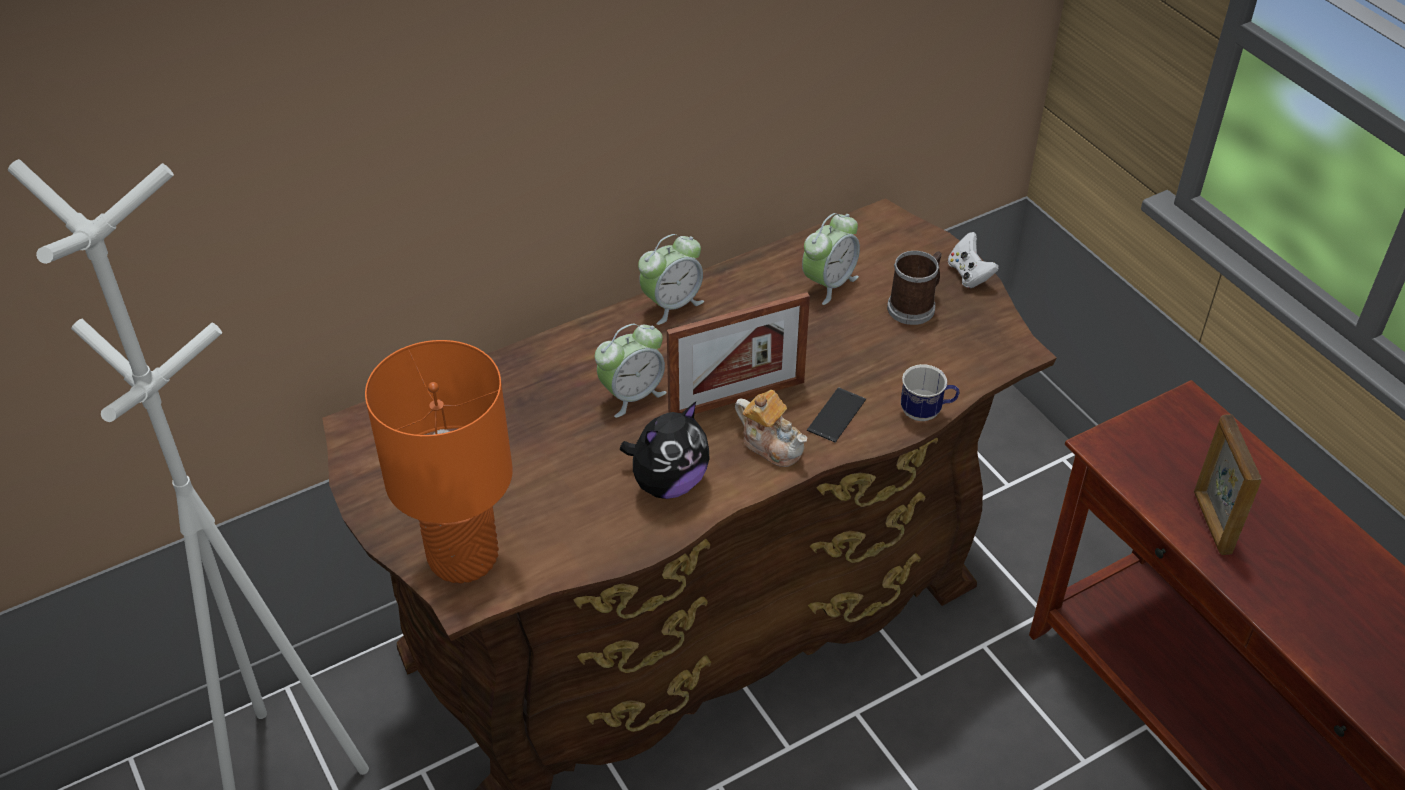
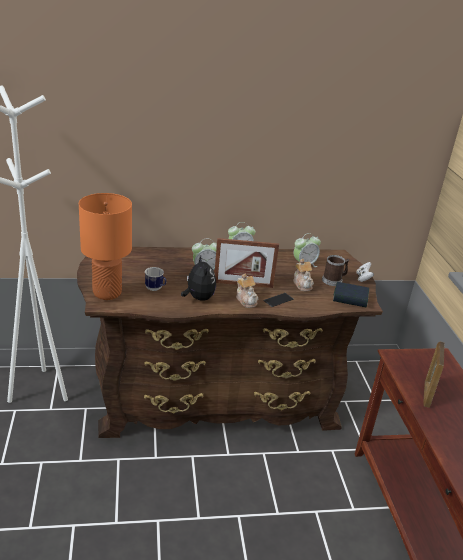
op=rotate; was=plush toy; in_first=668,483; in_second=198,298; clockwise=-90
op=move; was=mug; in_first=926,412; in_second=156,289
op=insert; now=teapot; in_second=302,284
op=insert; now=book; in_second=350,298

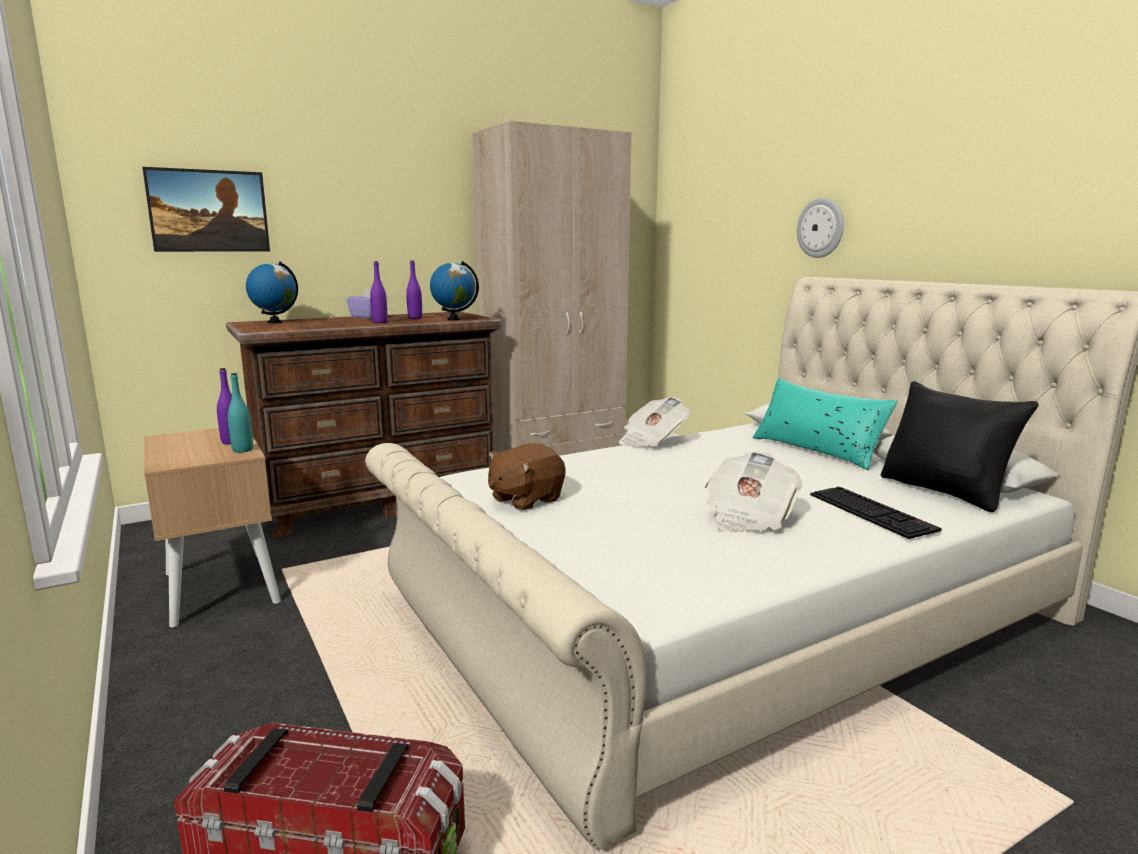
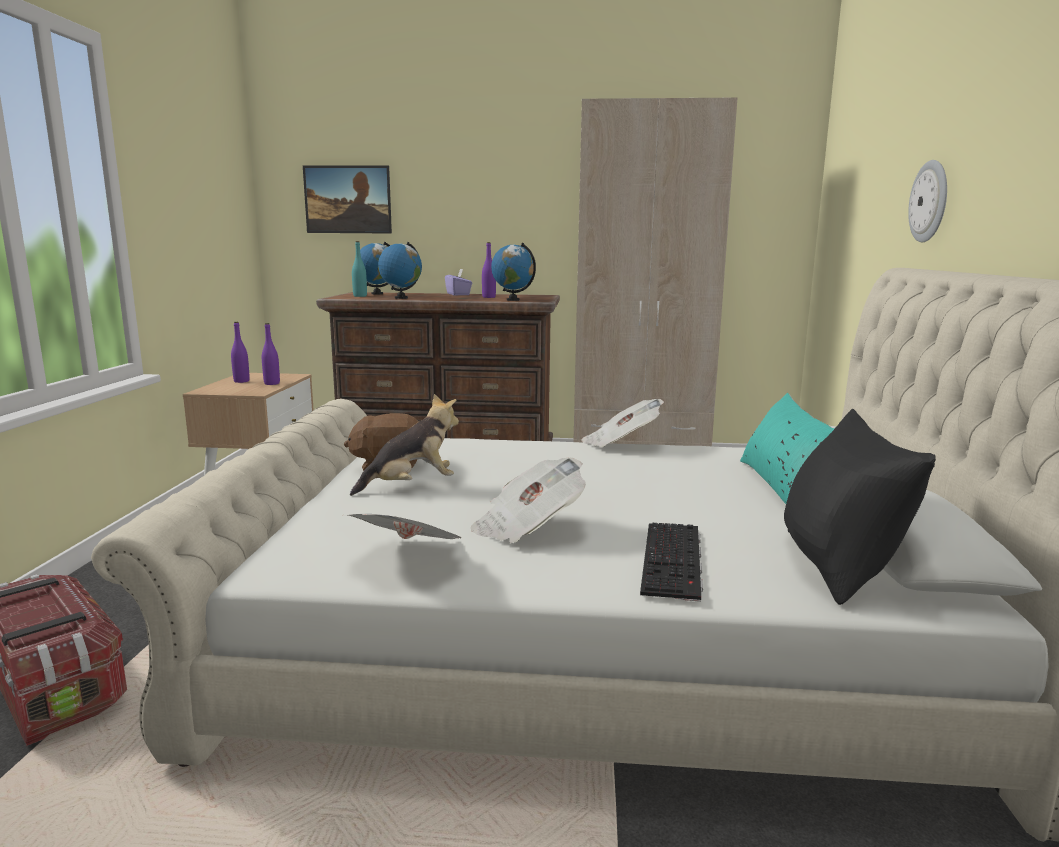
op=move; was=bottle/turquoise; in_first=242,450; in_second=360,296
op=move; was=bottle/purple; in_first=379,322; in_second=241,381
op=insert; now=newspaper; in_second=410,558
op=insert; now=plush toy; in_second=411,486
op=insert; now=globe; in_second=401,298

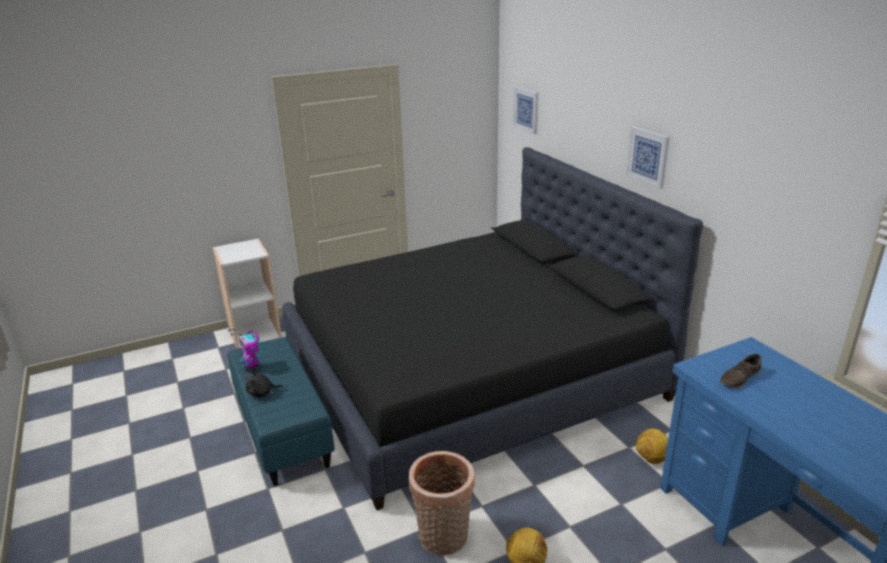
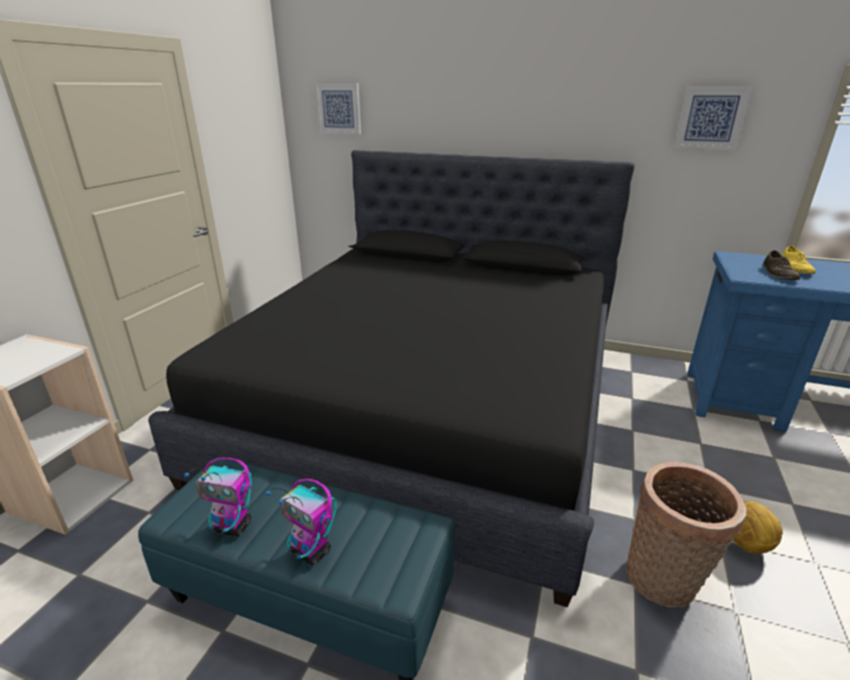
op=replace; was=plush toy/black; now=toy robot; in_first=262,393; in_second=311,552
op=move; was=picture; in_first=648,156; in_second=710,118
op=delete; was=football; in_first=651,459
op=insert; now=shoe/yellow; in_second=795,268

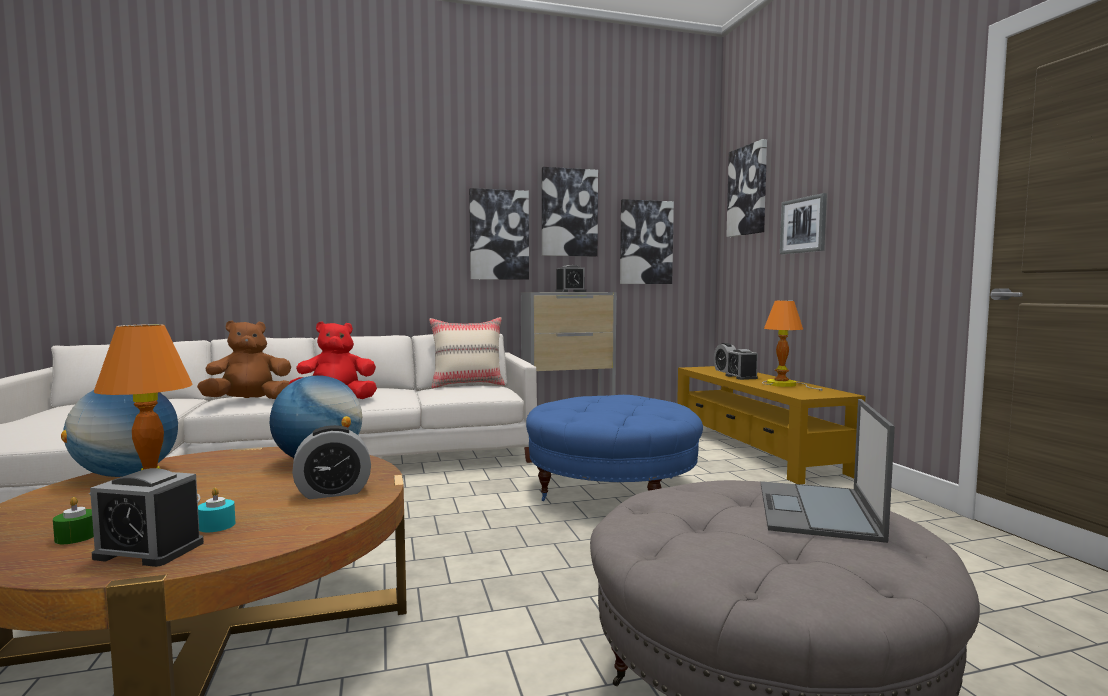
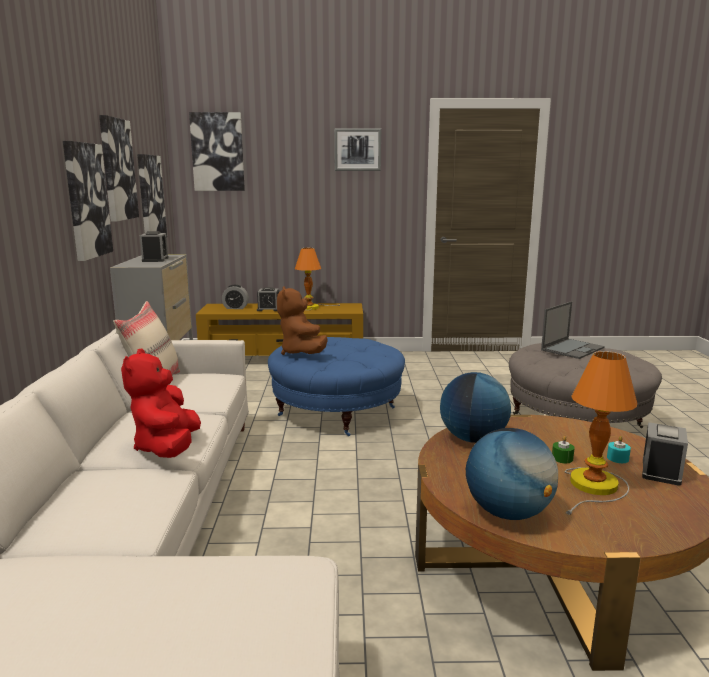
op=move; was=candle/green; in_first=76,537; in_second=562,458
op=move; was=plush toy/brown; in_first=249,401; in_second=302,353
op=delete; was=alarm clock; in_first=333,492
op=rotate; was=laptop; in_first=817,511; in_second=572,349; clockwise=-75
op=move; was=picture; in_first=803,225; in_second=357,150

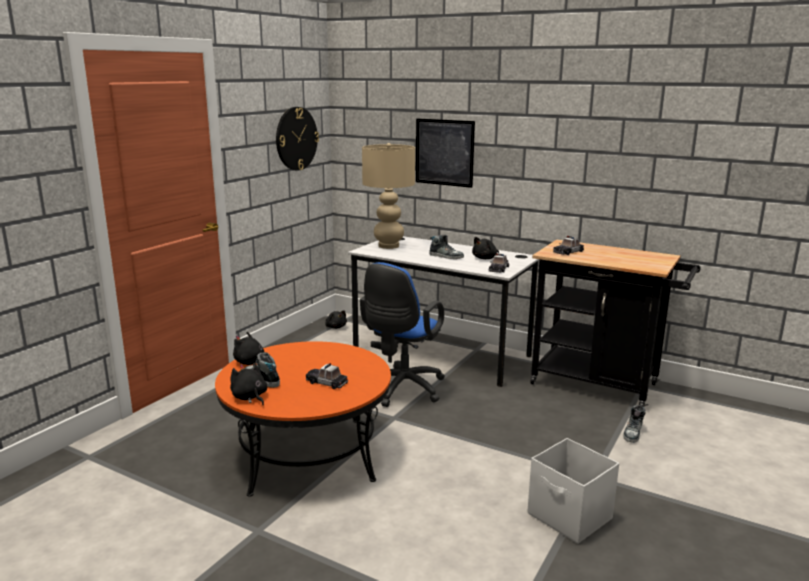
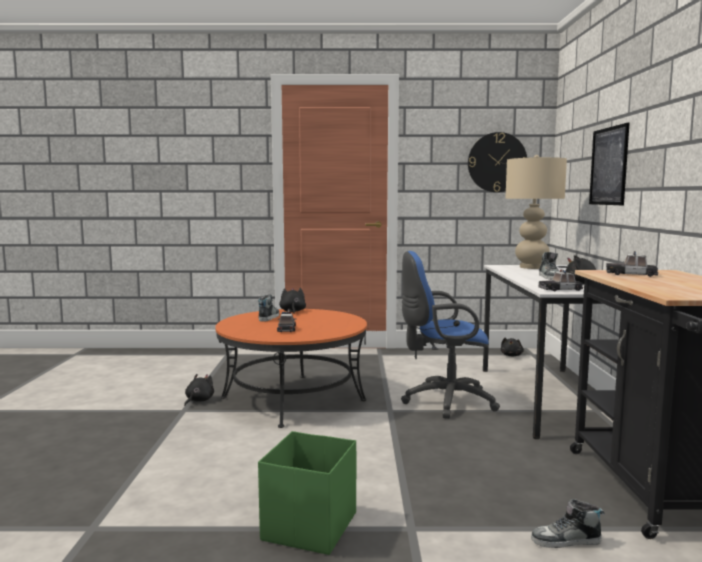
op=move; was=plush toy/black; in_first=250,397; in_second=198,400
op=recolor; was=storage box/white; now=storage box/green; in_first=570,517; in_second=308,527

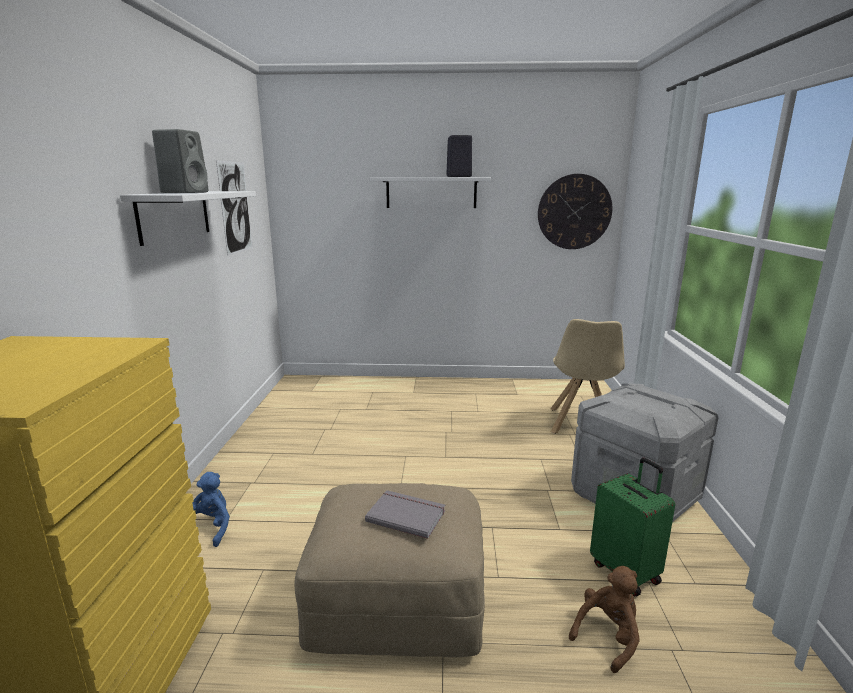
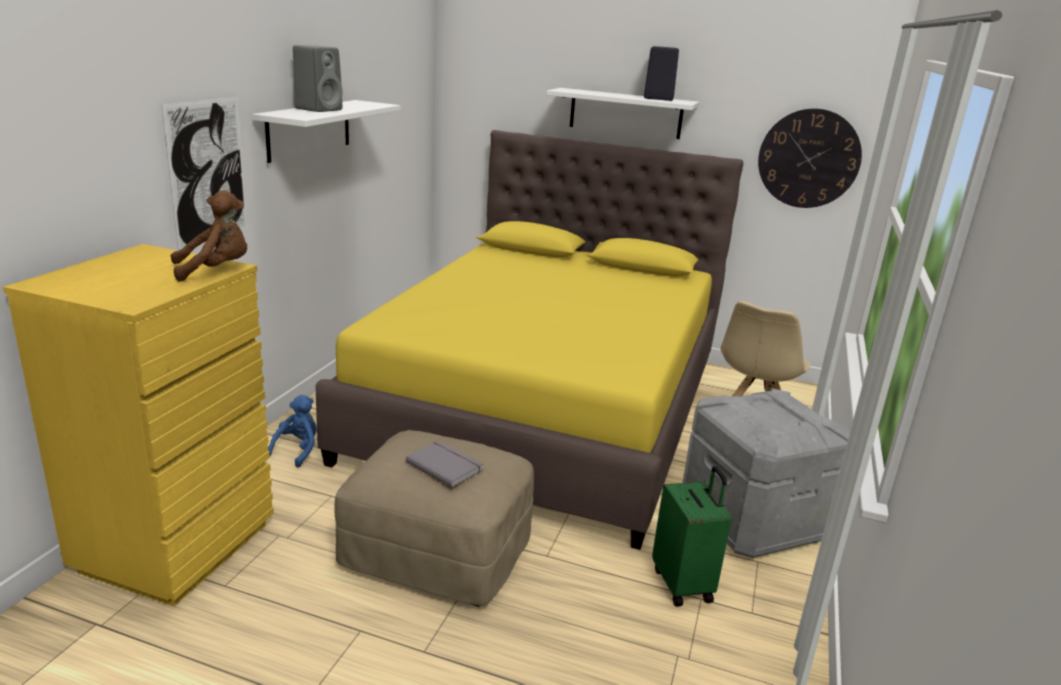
op=move; was=picture; in_first=235,207; in_second=208,172
op=move; was=plush toy/brown; in_first=608,636; in_second=215,270
op=insert; now=bed/yellow; in_second=544,408

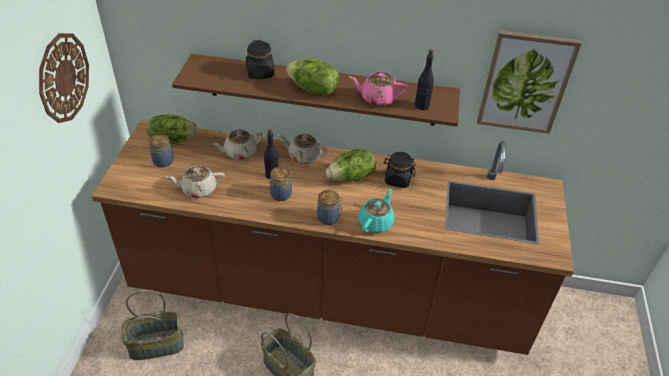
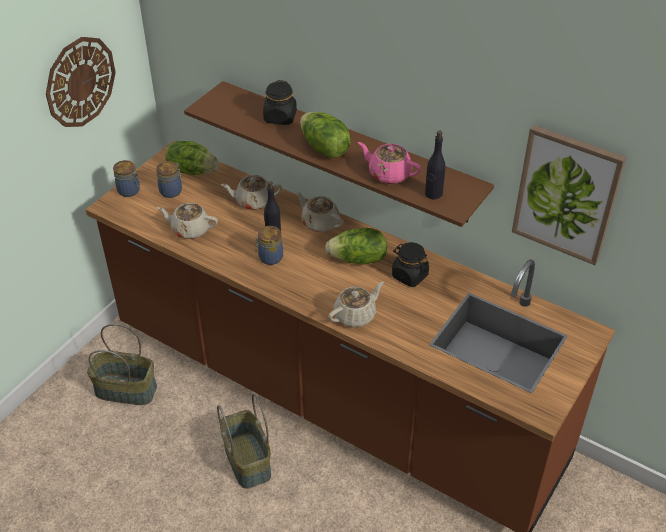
op=move; was=jar; in_first=329,218; in_second=129,191
op=recolor; was=teapot/turquoise; now=teapot/beige; in_first=376,222; in_second=355,315

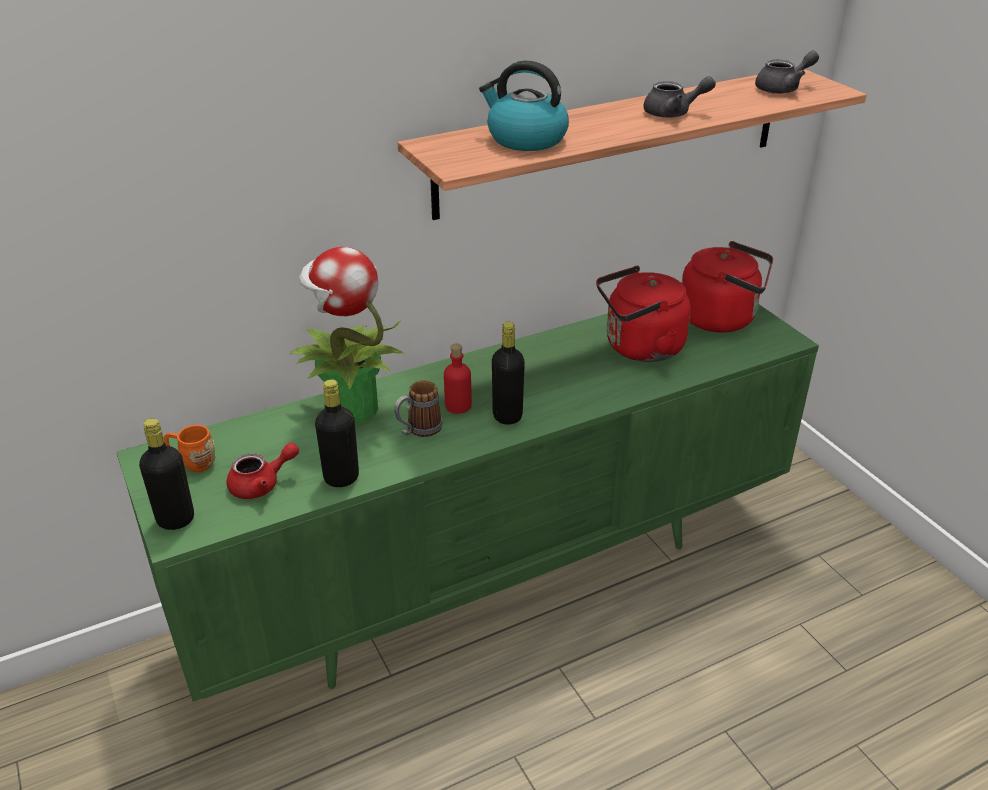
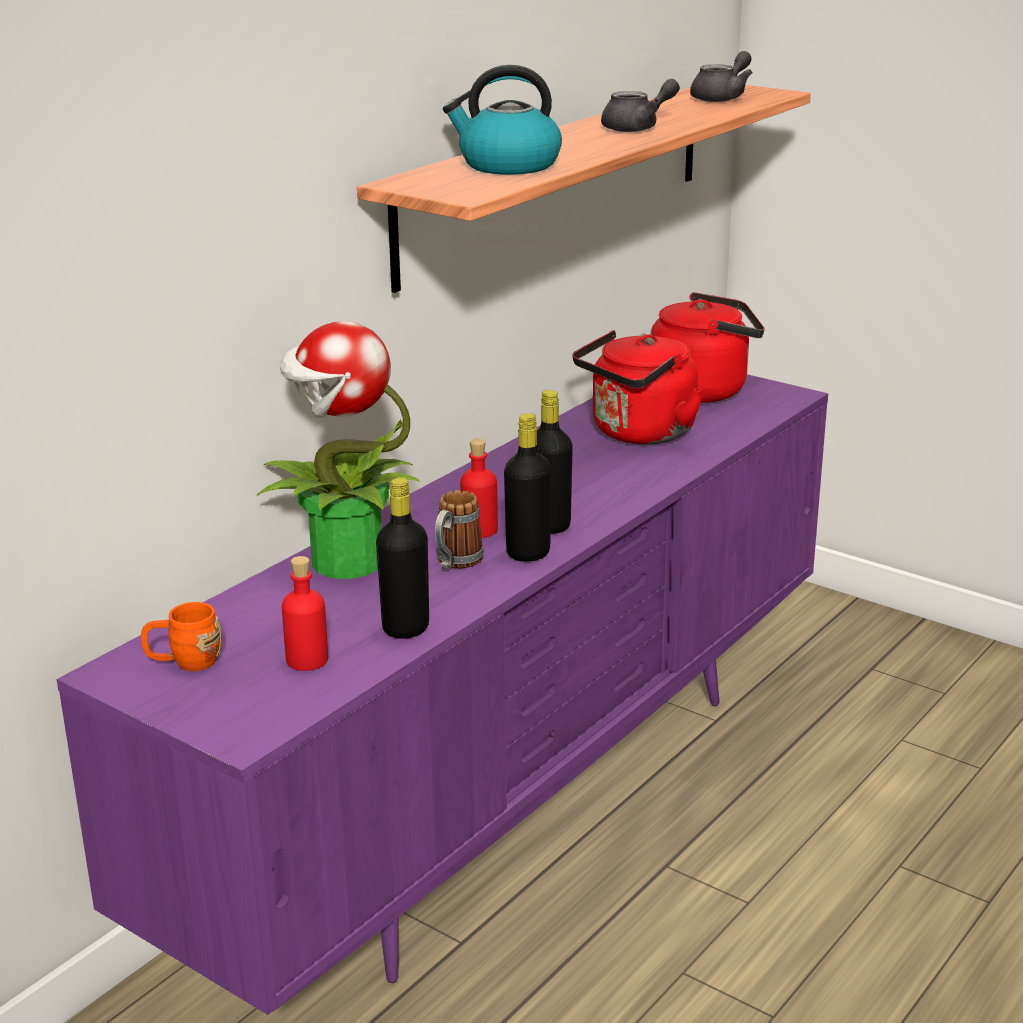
op=recolor; was=cabinet/green; now=cabinet/purple; in_first=495,575; in_second=514,796
op=move; was=bottle/black; in_first=175,519; in_second=528,553
op=replace; was=teapot/red; now=bottle/red; in_first=262,485; in_second=307,660

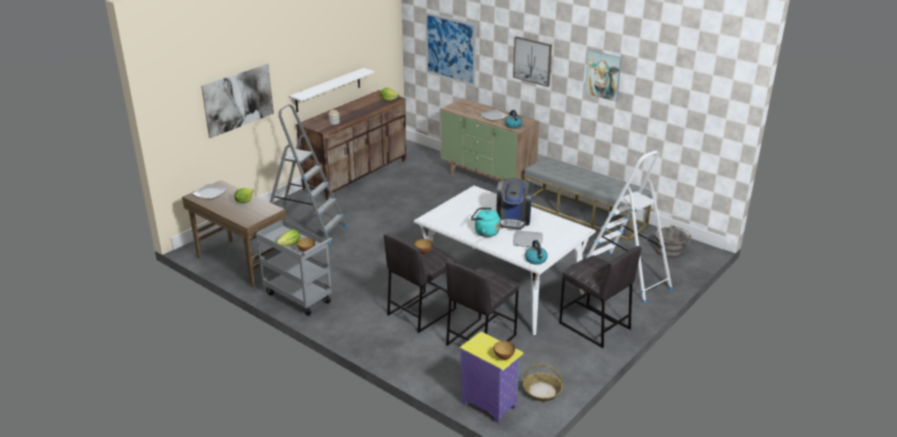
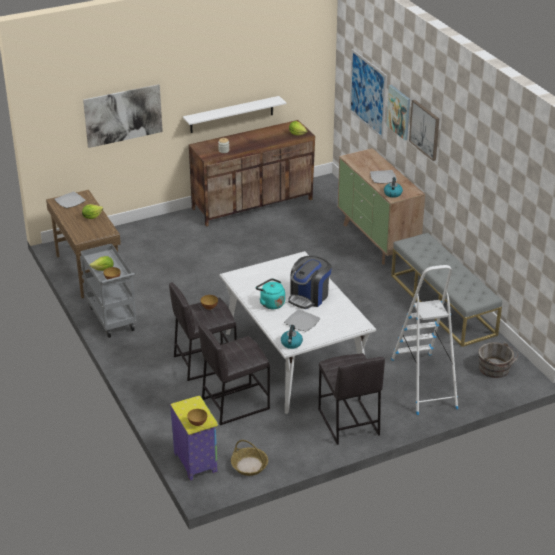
op=delete; was=step ladder/grey; in_first=305,227
op=move; was=picture; in_first=603,75; in_second=399,112

